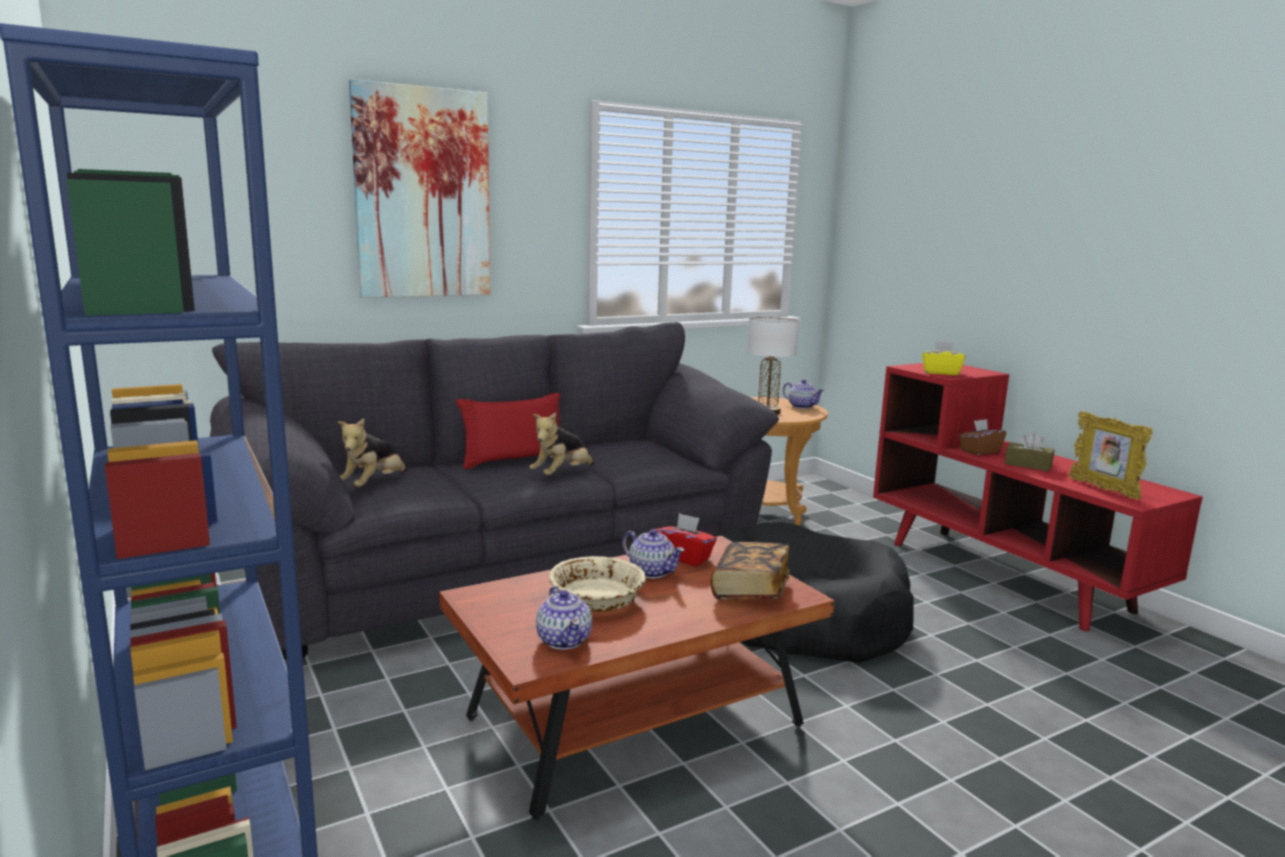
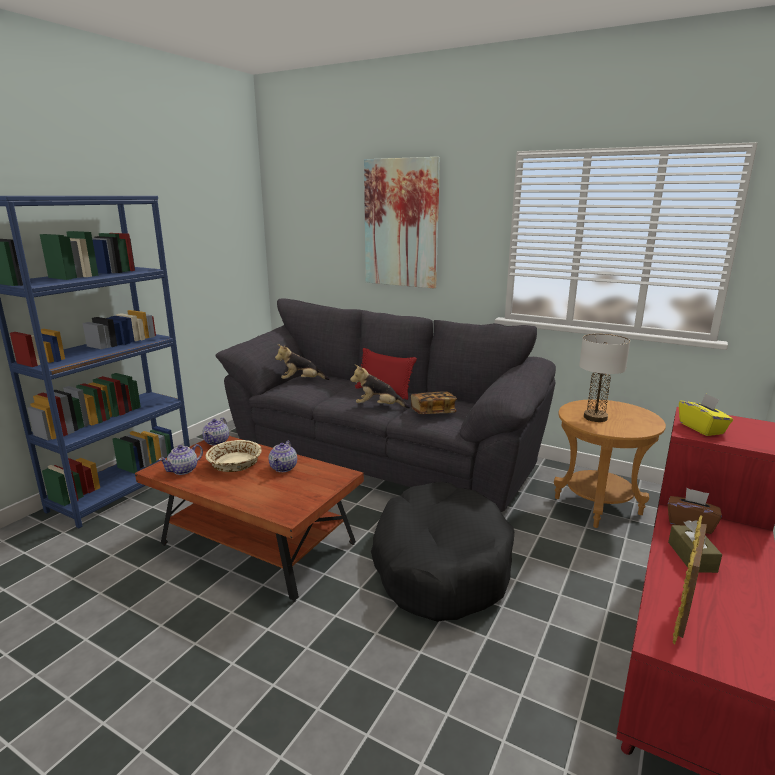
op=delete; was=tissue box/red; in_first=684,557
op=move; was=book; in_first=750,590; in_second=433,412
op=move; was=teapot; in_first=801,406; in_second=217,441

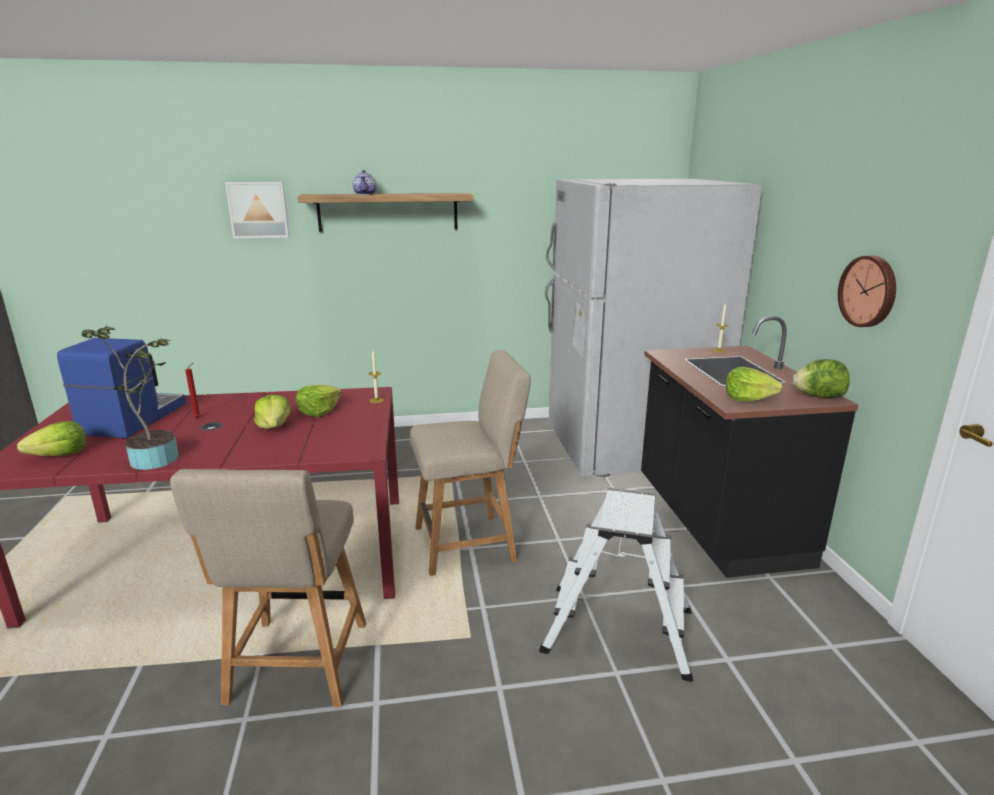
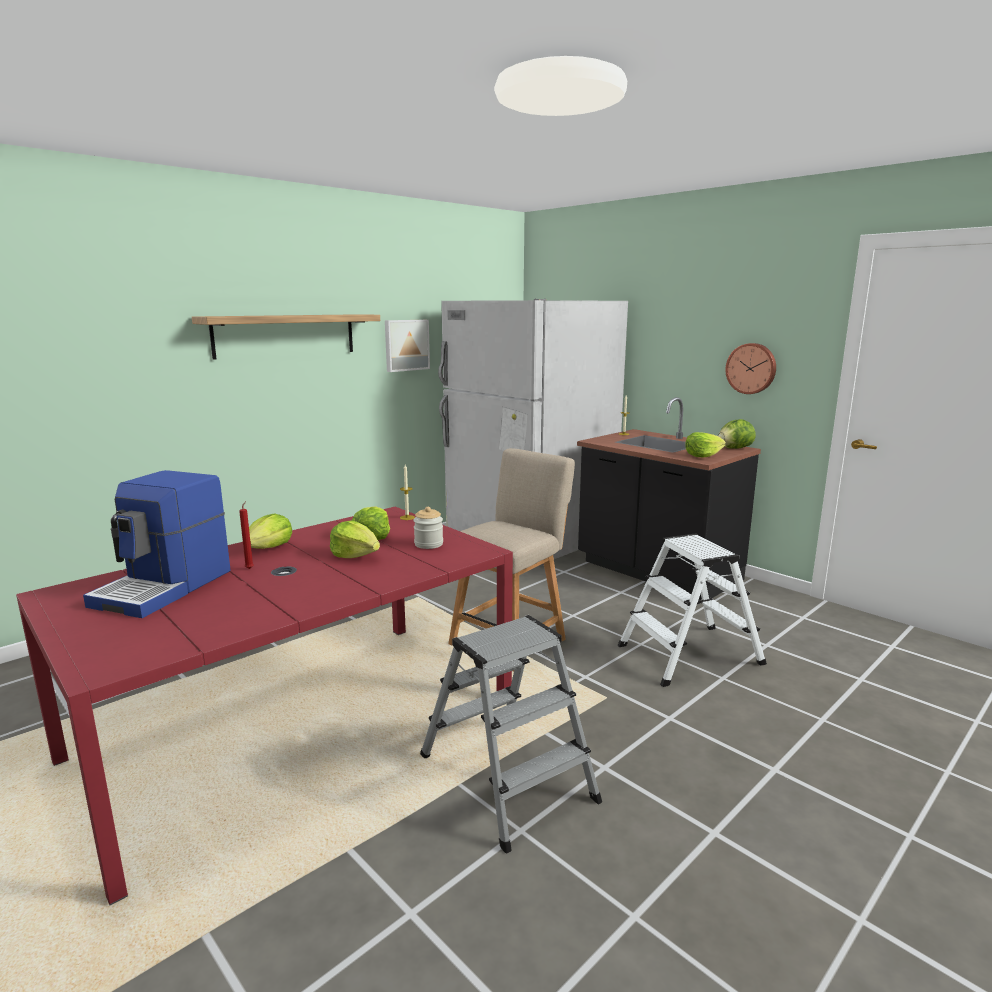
op=move; was=lettuce; in_first=60,455; in_second=269,548
op=rotate; was=coffee machine; in_first=132,419; in_second=165,588; clockwise=-135
op=delete; was=potted plant; in_first=155,457
op=replace; was=chair/beige; now=step ladder/grey; in_first=296,667; in_second=506,777
op=move; was=picture; in_first=258,209; in_second=406,345
op=delete; was=teapot; in_first=365,194
op=insert; now=jar; in_second=428,544

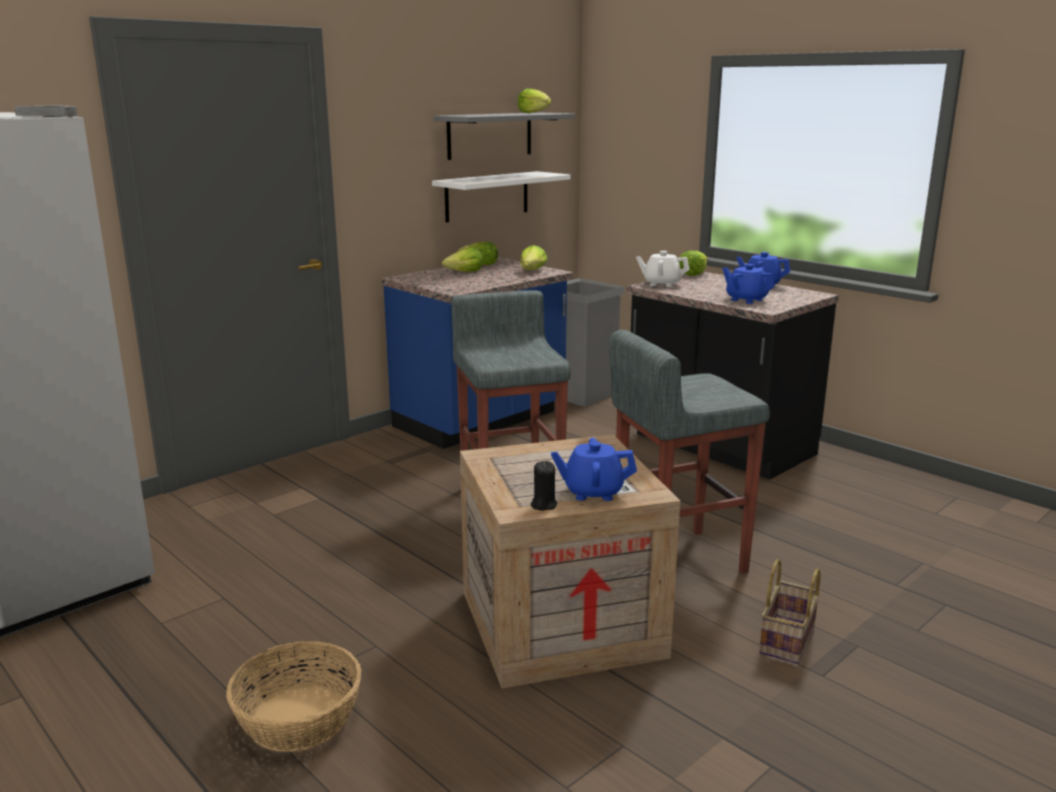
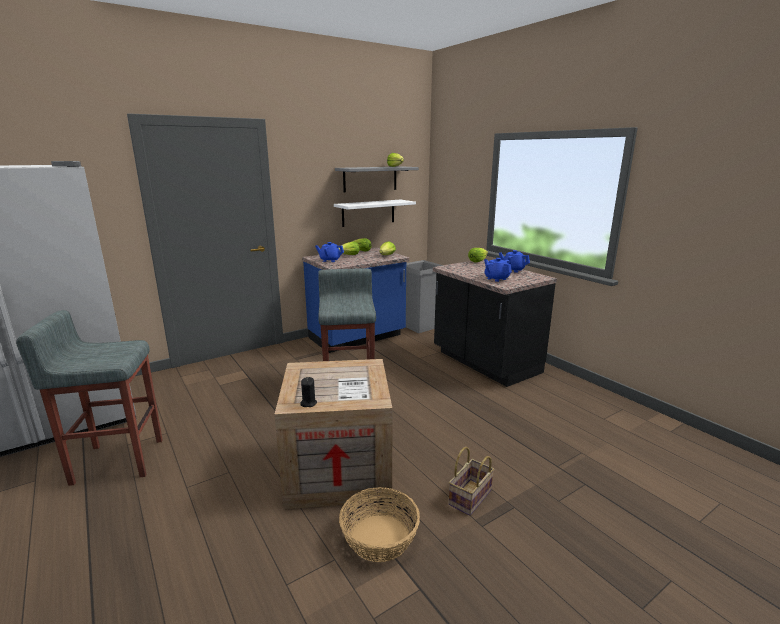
op=move; was=basket; in_first=297,718; in_second=379,537
op=move; was=teapot/blue; in_first=593,492; in_second=330,260
op=move; was=stool/grey; in_first=676,559; in_second=117,460
op=delete; was=teapot/white; in_first=661,284

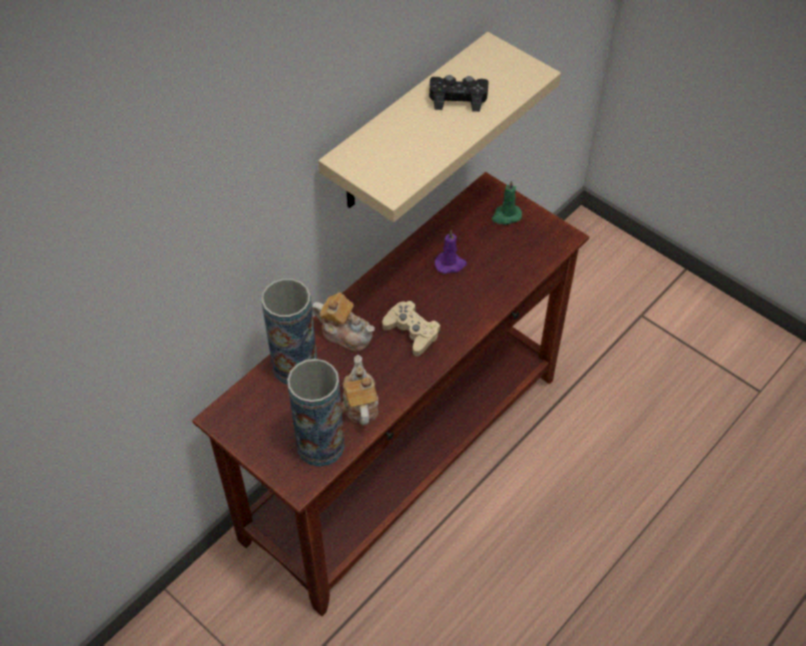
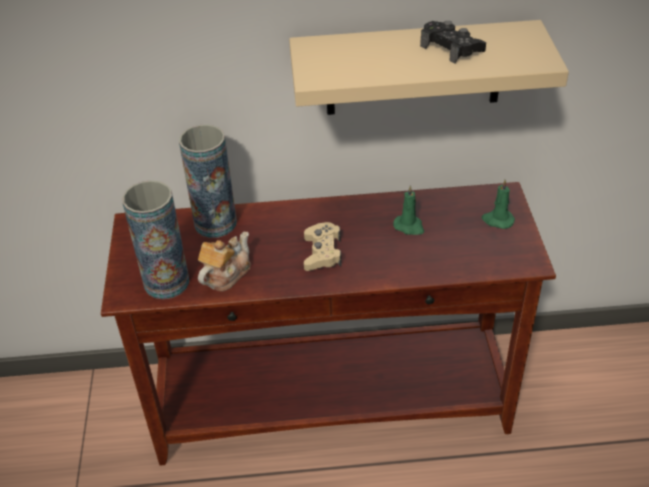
op=delete; was=teapot; in_first=345,333
op=recolor; was=candle/purple; now=candle/green; in_first=450,264; in_second=409,226

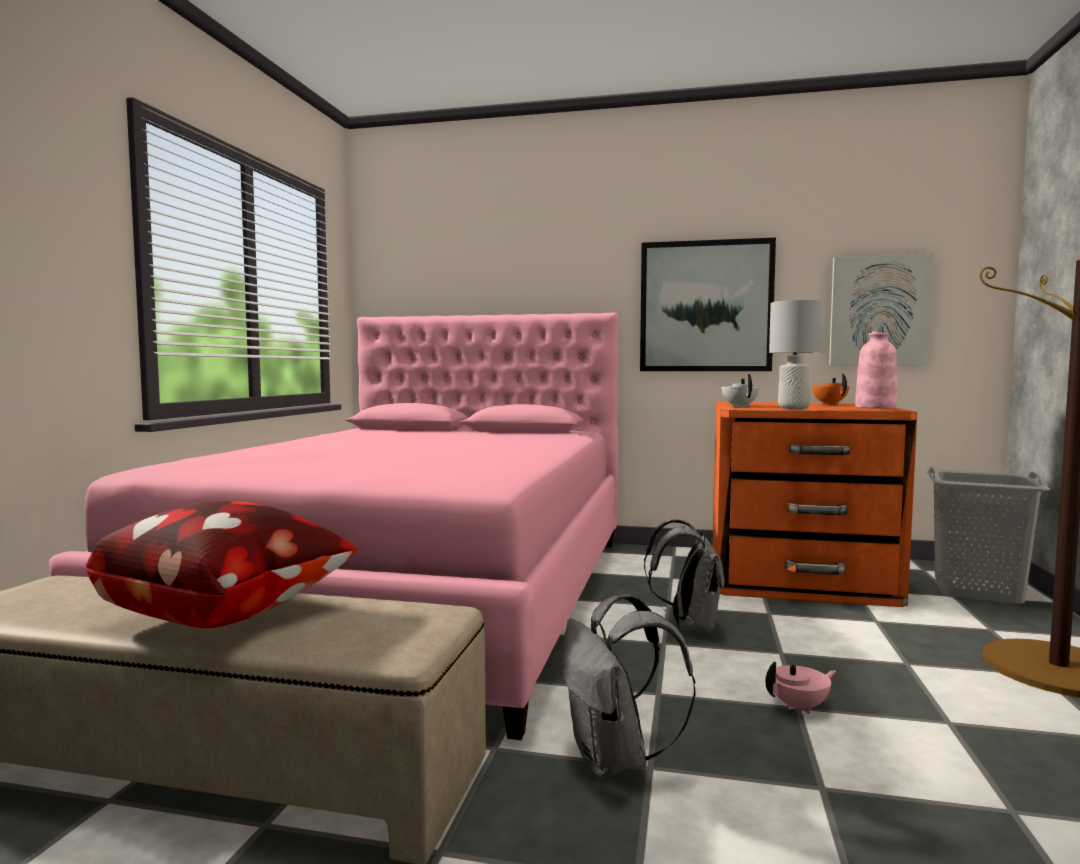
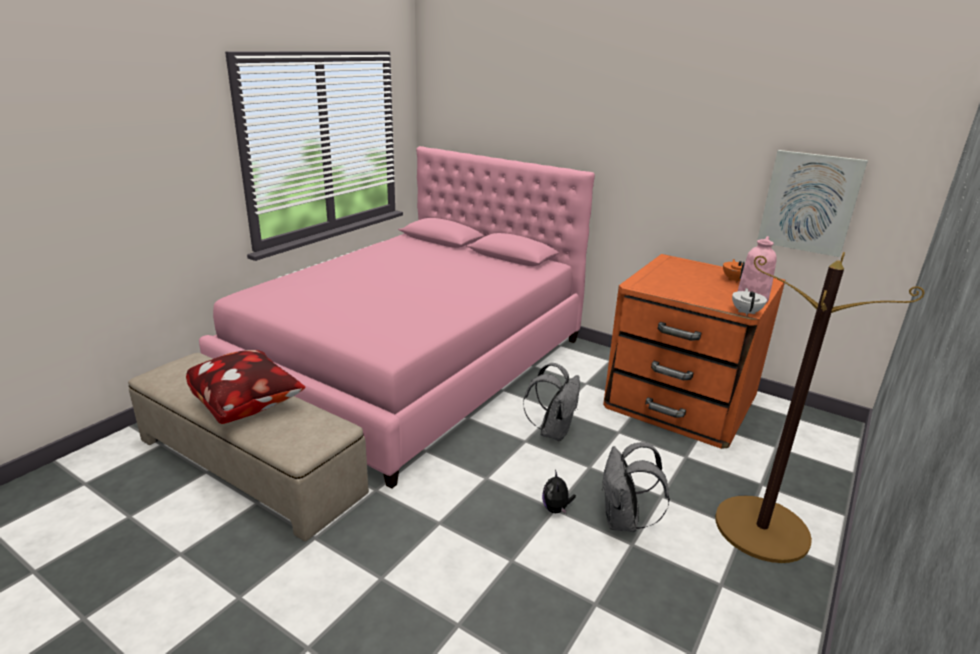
op=move; was=backpack/grey; in_first=615,760; in_second=623,521
op=delete; was=picture; in_first=705,306
op=move; was=teapot/white; in_first=740,406; in_second=746,312
op=replace; was=teapot/pink; now=plush toy; in_first=800,707; in_second=556,509
op=delete; was=table lamp/grey; in_first=794,409
op=delete; was=laundry basket/grey; in_first=978,591

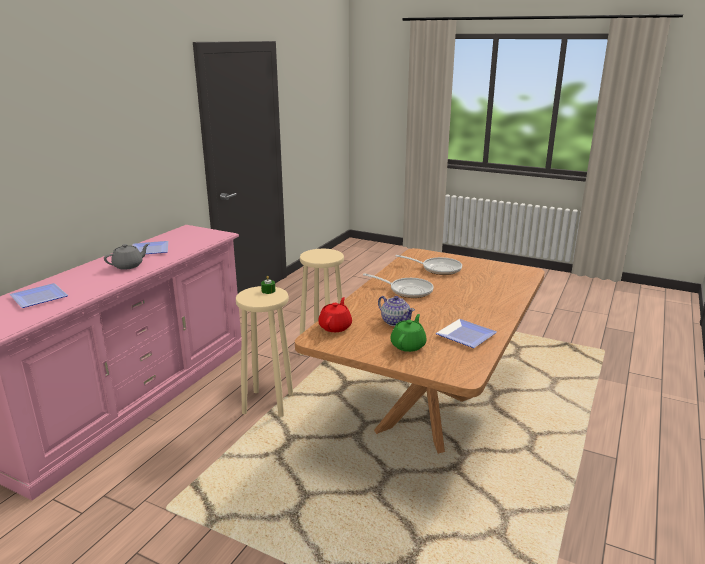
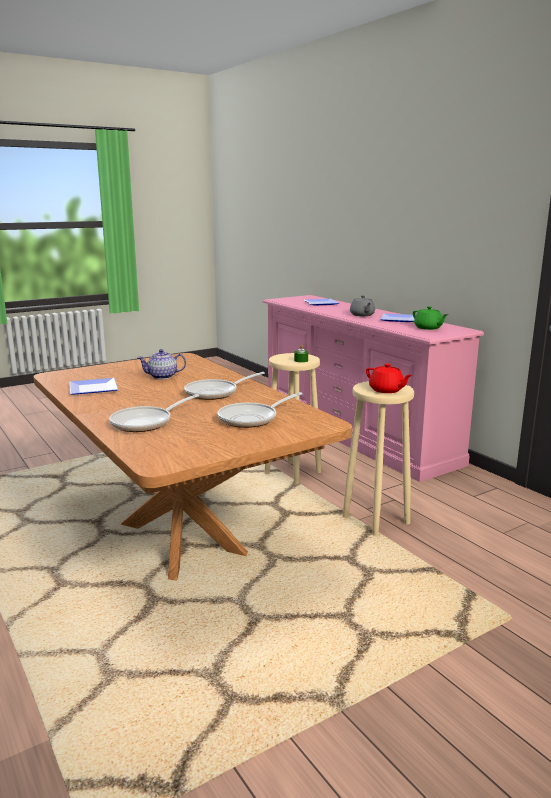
op=move; was=teapot/red; in_first=335,327; in_second=386,390
op=move; was=teapot/green; in_first=408,345; in_second=428,328
op=insert; now=frying pan; in_second=146,422

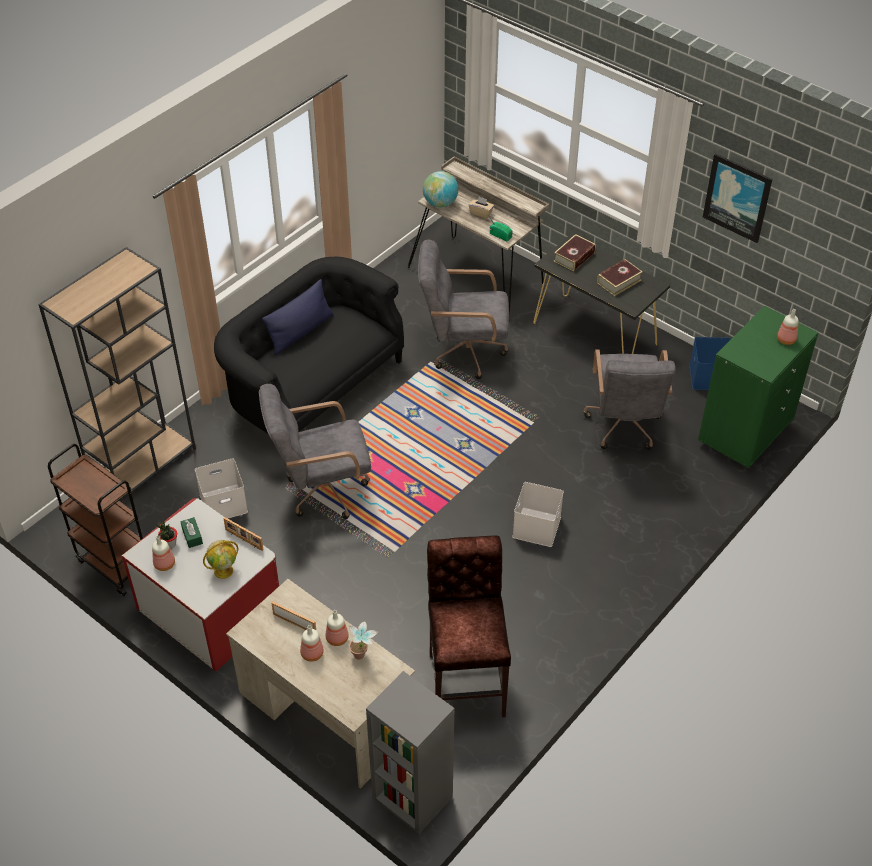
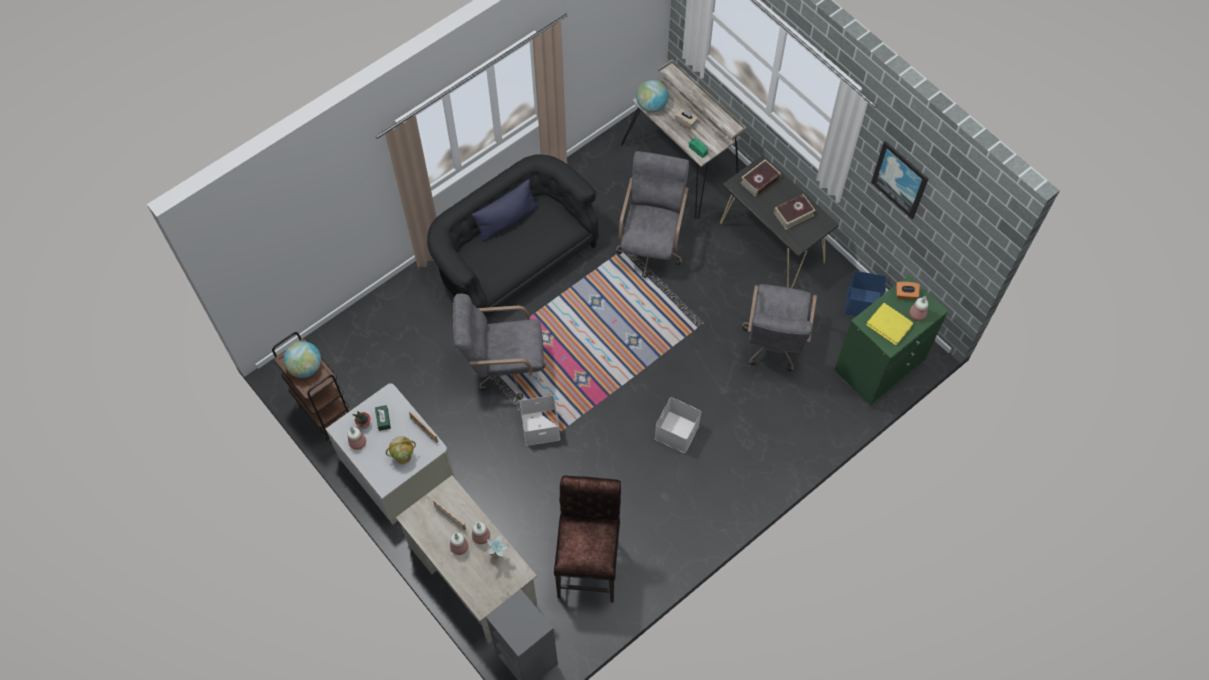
op=delete; was=bookcase; in_first=144,466
op=recolor; was=nightstand/red; now=nightstand/beige; in_first=211,612; in_second=397,469
op=move; was=storage box/white; in_first=224,502; in_second=541,426
op=rotate; was=office chair/grey; in_first=463,353; in_second=651,246; clockwise=90
op=insert; now=globe; in_second=305,367
op=insert; now=book/yellow; in_second=889,325
op=insert; now=tissue box/orange; in_second=905,294

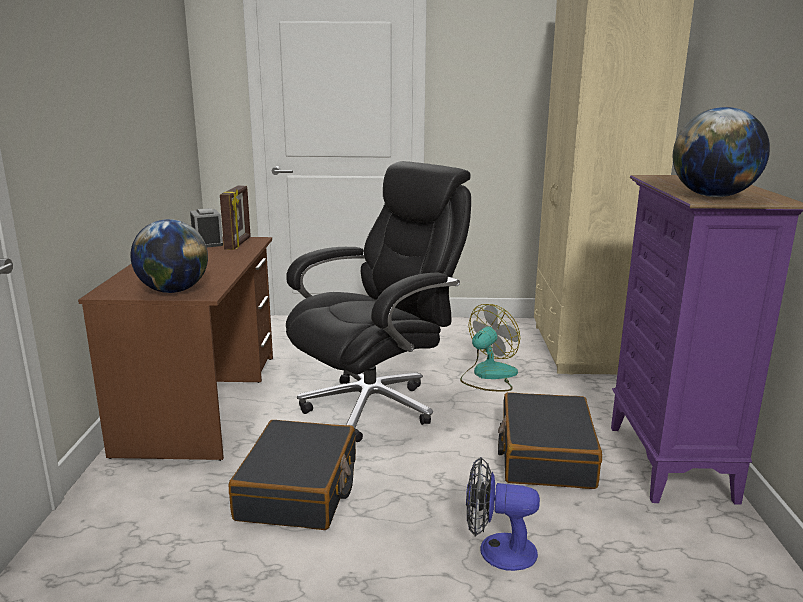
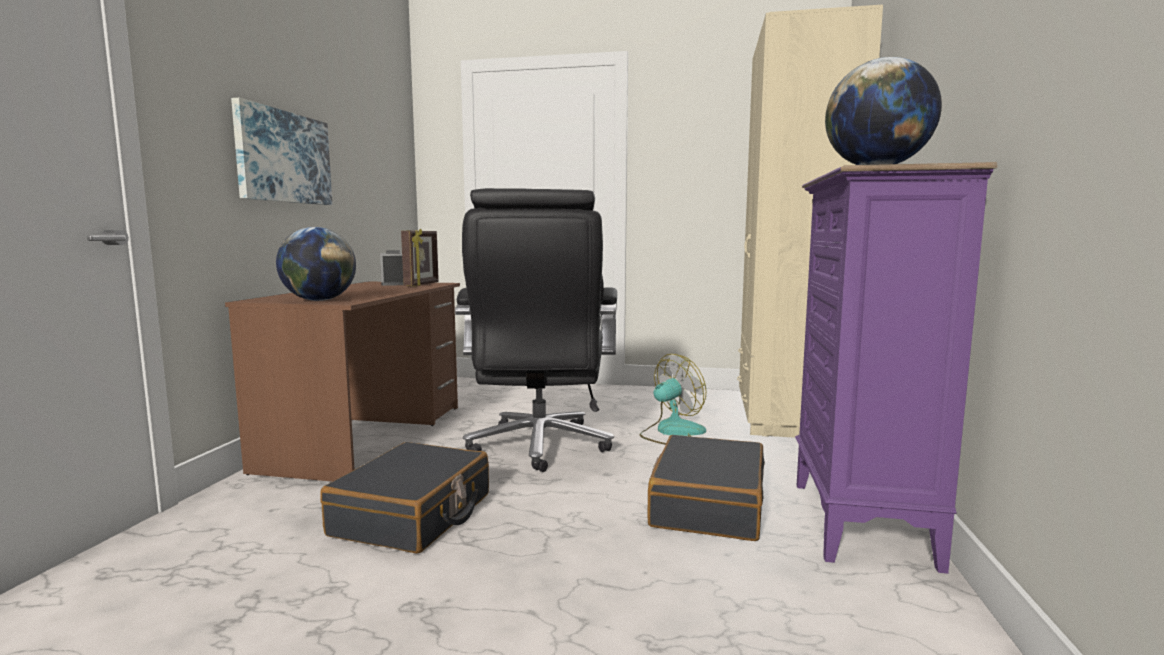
op=rotate; was=office chair/black; in_first=376,405; in_second=539,449; clockwise=120
op=delete; was=fan; in_first=497,550
op=insert; now=picture; in_second=283,157

